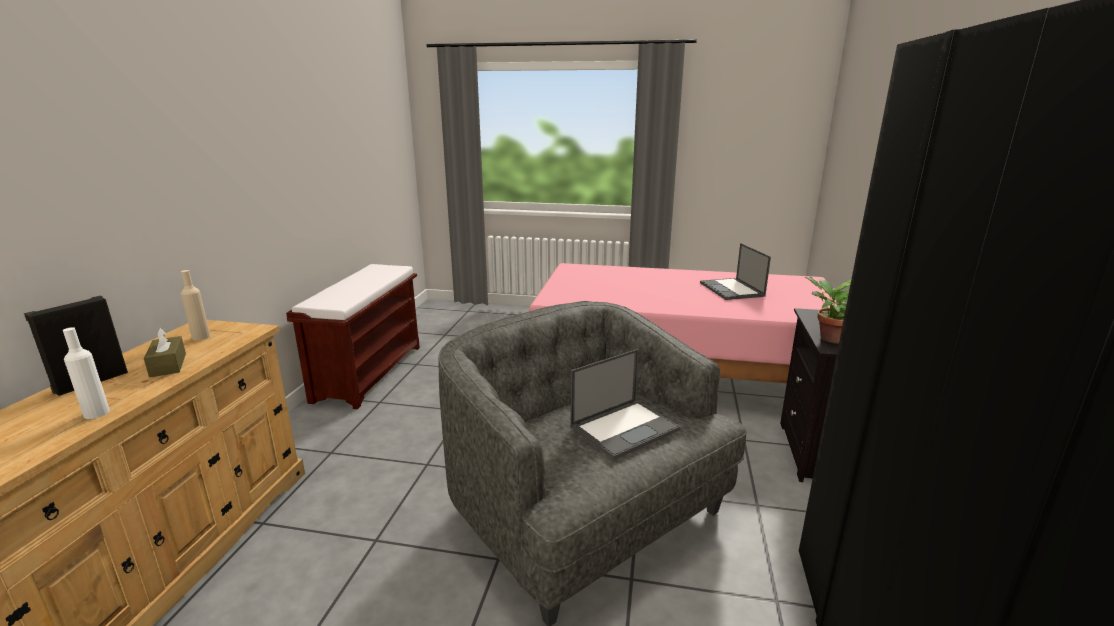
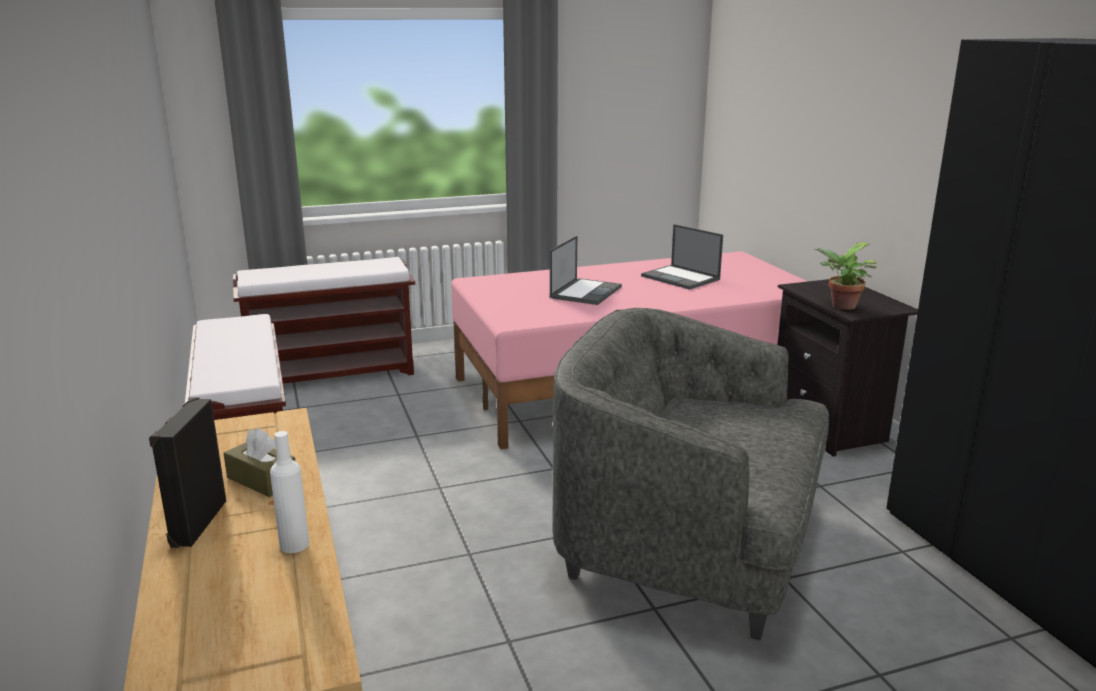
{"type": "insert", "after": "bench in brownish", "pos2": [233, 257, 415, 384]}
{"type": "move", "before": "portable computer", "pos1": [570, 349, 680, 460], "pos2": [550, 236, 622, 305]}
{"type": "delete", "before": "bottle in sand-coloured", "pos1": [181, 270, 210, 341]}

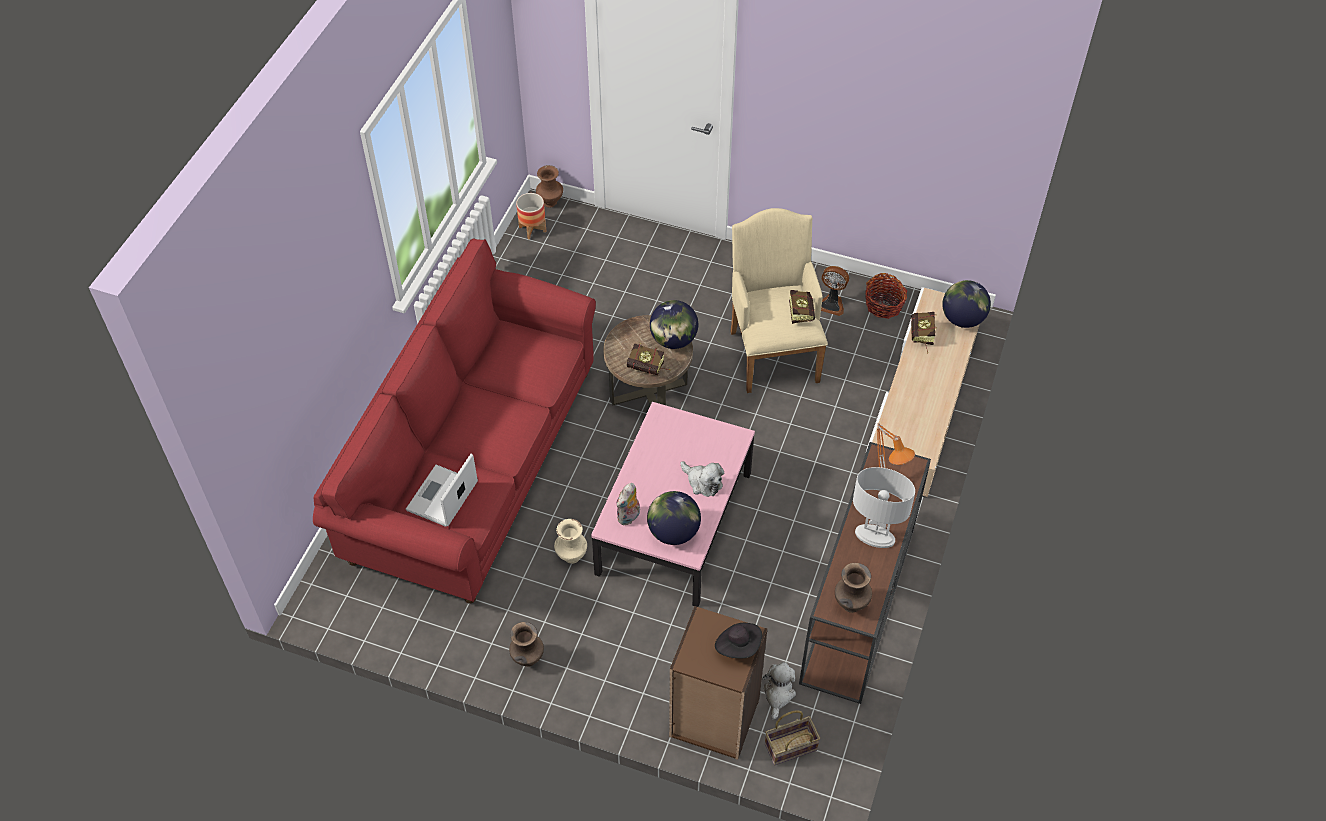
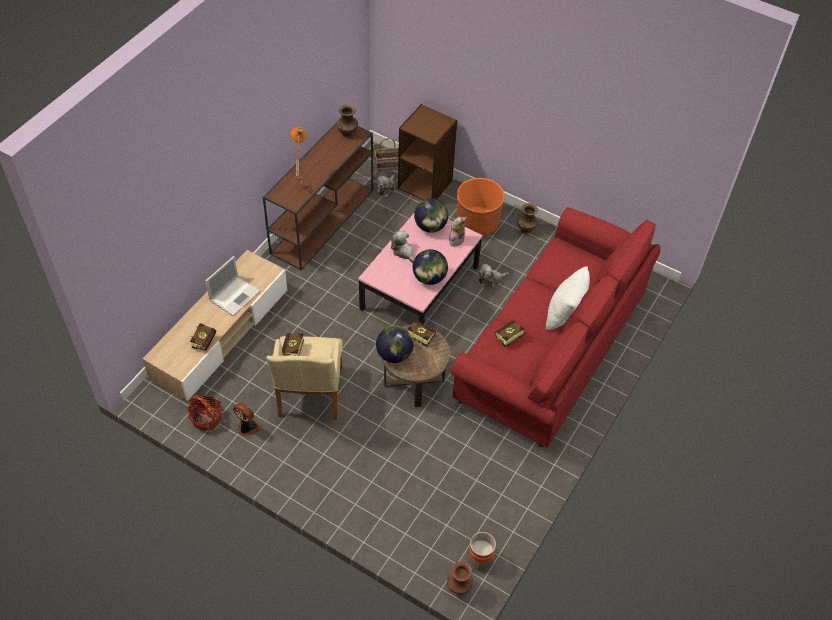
{"type": "move", "before": "portable computer", "pos1": [406, 454, 478, 527], "pos2": [205, 256, 261, 316]}
{"type": "move", "before": "globe", "pos1": [942, 280, 991, 328], "pos2": [413, 249, 448, 285]}
{"type": "insert", "after": "flower pot in orange", "pos2": [457, 178, 505, 237]}
{"type": "replace", "before": "vase in sand-coloured", "after": "plush toy", "pos1": [554, 519, 587, 564], "pos2": [478, 264, 509, 288]}
{"type": "insert", "after": "bound book", "pos2": [495, 320, 524, 349]}
{"type": "insert", "after": "throw pillow in white", "pos2": [546, 266, 590, 330]}
{"type": "delete", "before": "clothing hat in blackish", "pos1": [715, 623, 762, 658]}
{"type": "delete", "before": "lamp for a table in white", "pos1": [853, 467, 915, 548]}

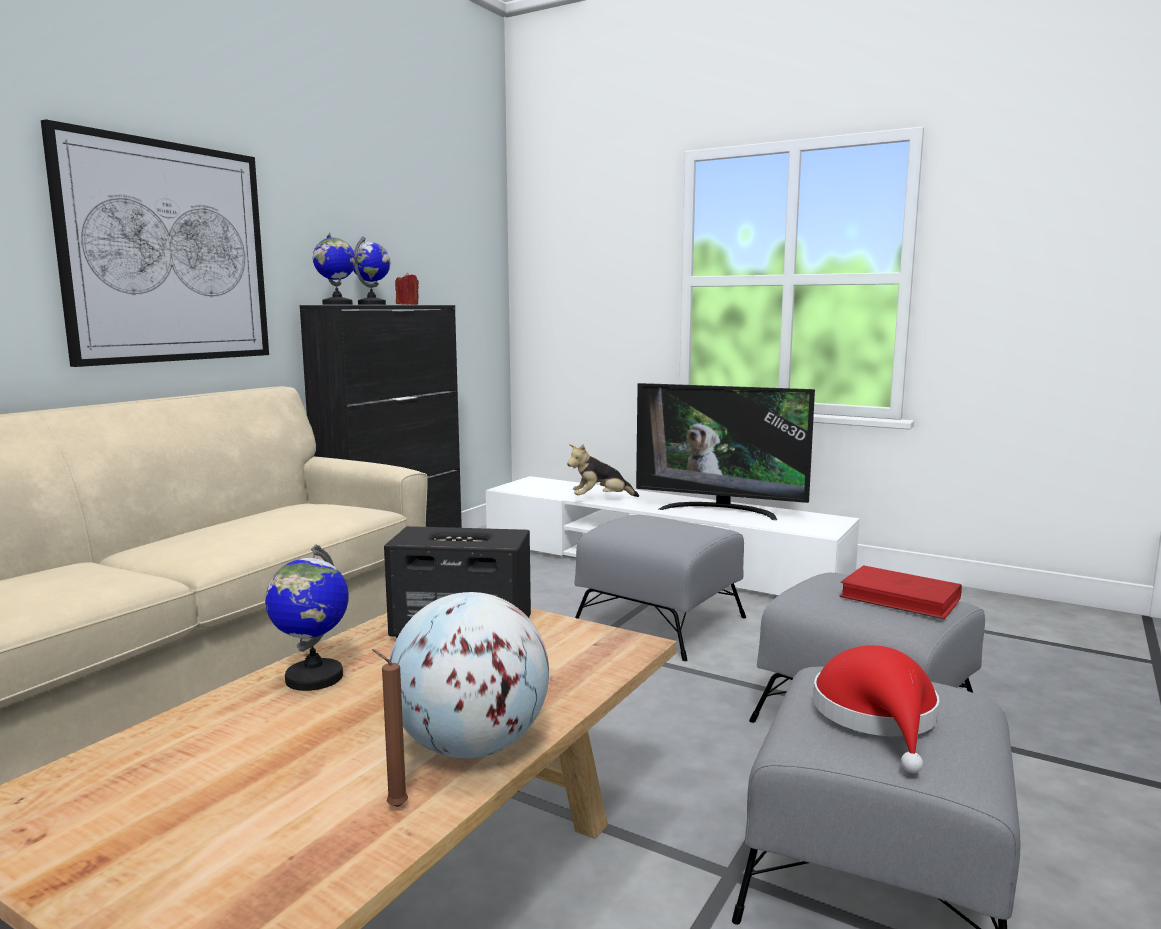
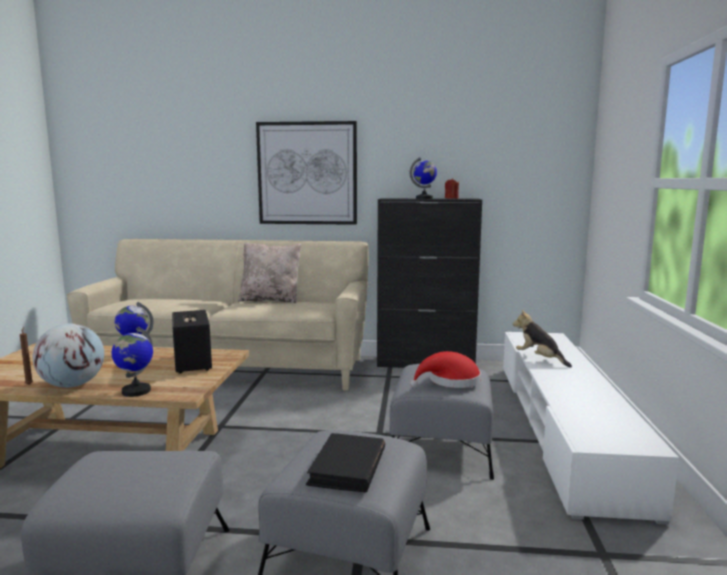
{"type": "move", "before": "globe", "pos1": [313, 233, 356, 305], "pos2": [112, 327, 153, 397]}
{"type": "insert", "after": "throw pillow in sand-coloured", "pos2": [238, 242, 301, 303]}
{"type": "recolor", "before": "bound book in reddish", "after": "bound book in blackish", "pos1": [840, 565, 962, 619], "pos2": [306, 433, 385, 492]}
{"type": "move", "before": "clothing hat in reddish", "pos1": [813, 645, 940, 773], "pos2": [410, 351, 481, 388]}
{"type": "delete", "before": "TV", "pos1": [636, 383, 815, 520]}

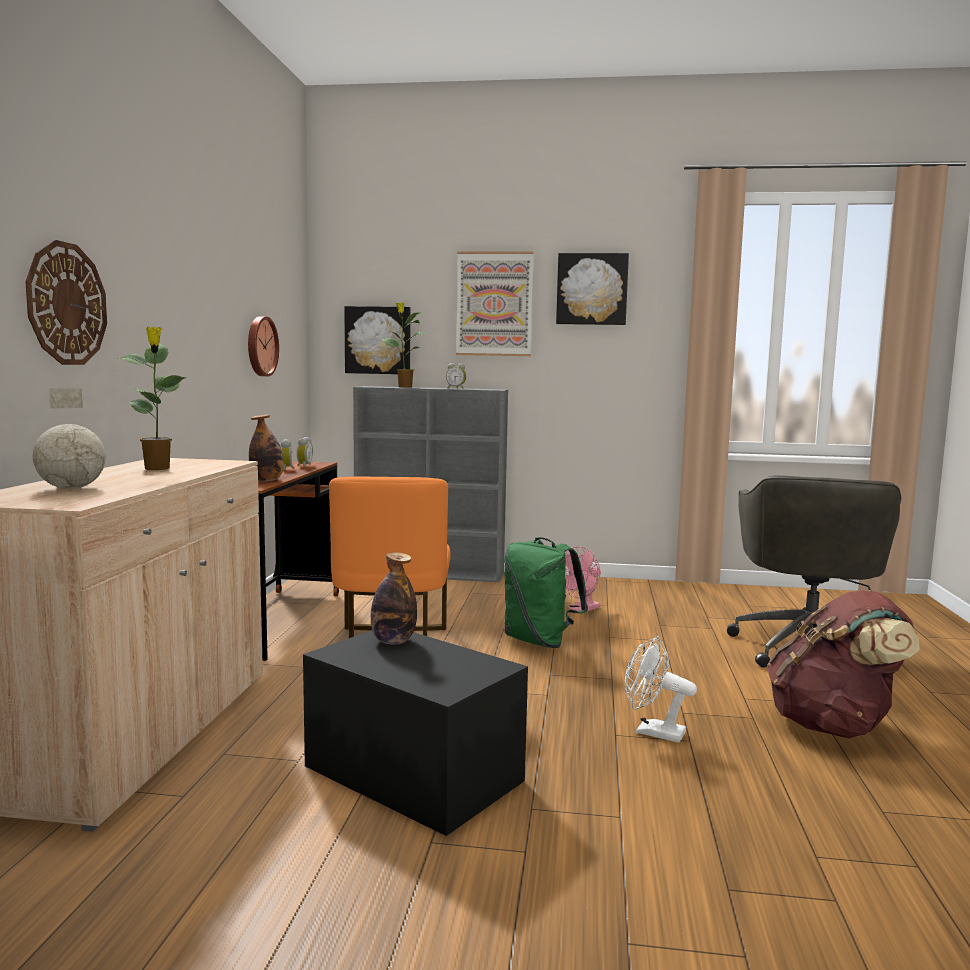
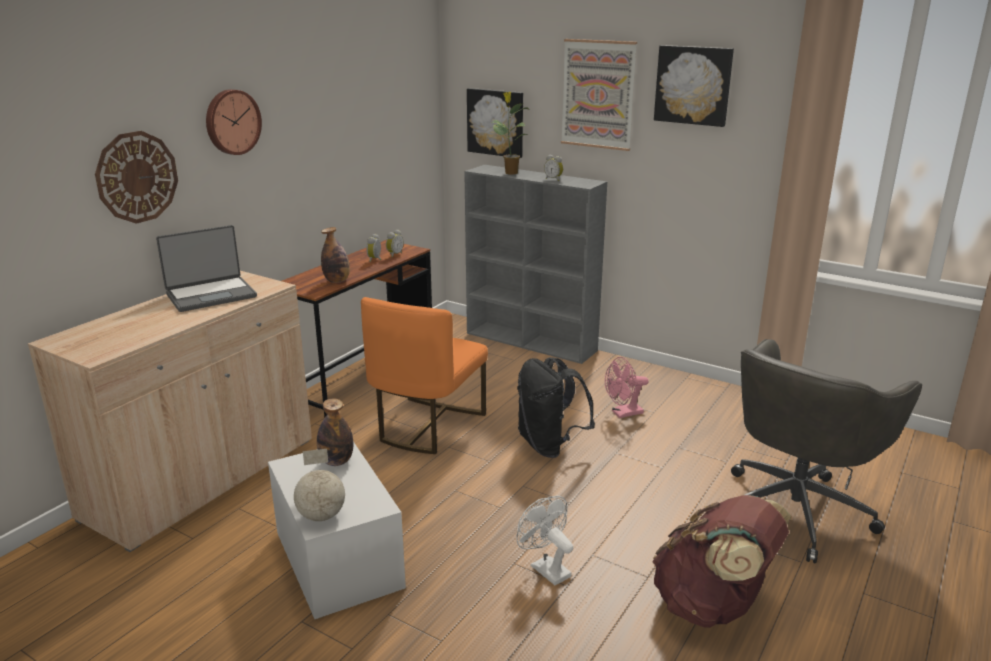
{"type": "replace", "before": "houseplant", "after": "portable computer", "pos1": [118, 327, 186, 470], "pos2": [156, 225, 257, 312]}
{"type": "move", "before": "hanging clock", "pos1": [248, 316, 279, 377], "pos2": [206, 89, 262, 155]}
{"type": "recolor", "before": "storage bin in blackish", "after": "storage bin in white", "pos1": [303, 630, 528, 836], "pos2": [268, 442, 406, 619]}
{"type": "move", "before": "globe", "pos1": [33, 388, 106, 489], "pos2": [294, 449, 345, 521]}
{"type": "recolor", "before": "rucksack in green-coloured", "after": "rucksack in blackish", "pos1": [504, 537, 588, 648], "pos2": [517, 357, 595, 458]}

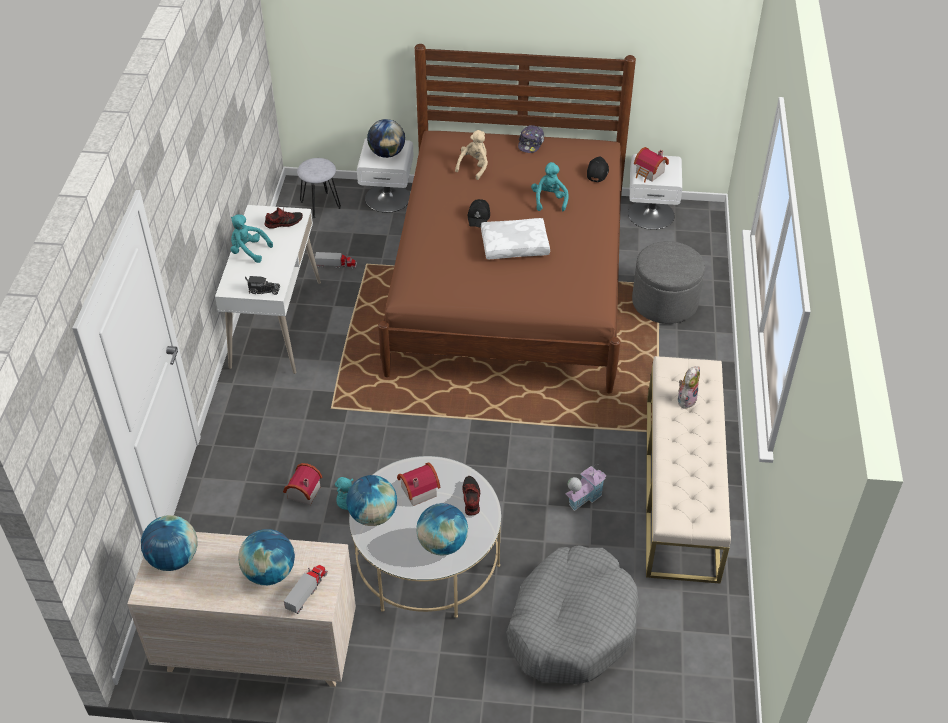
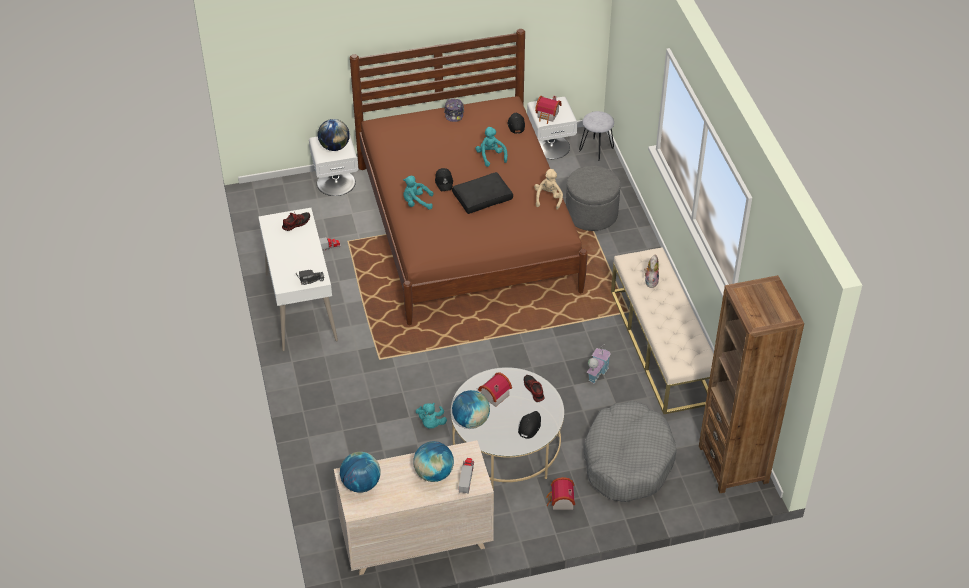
{"type": "move", "before": "plush toy in turquoise", "pos1": [231, 214, 273, 263], "pos2": [403, 176, 433, 210]}
{"type": "recolor", "before": "throw pillow in white", "after": "throw pillow in blackish", "pos1": [481, 218, 550, 259], "pos2": [452, 172, 513, 214]}
{"type": "replace", "before": "globe", "after": "baseball cap in blackish", "pos1": [416, 503, 468, 556], "pos2": [518, 411, 541, 439]}
{"type": "move", "before": "plush toy in sand-coloured", "pos1": [455, 130, 488, 180], "pos2": [534, 169, 563, 210]}
{"type": "move", "before": "toy house", "pos1": [283, 463, 322, 505], "pos2": [546, 477, 575, 510]}
{"type": "move", "before": "stool seat in grey", "pos1": [297, 158, 341, 218], "pos2": [579, 111, 614, 161]}
{"type": "insert", "after": "bookshelf in brownish", "pos2": [699, 275, 804, 493]}

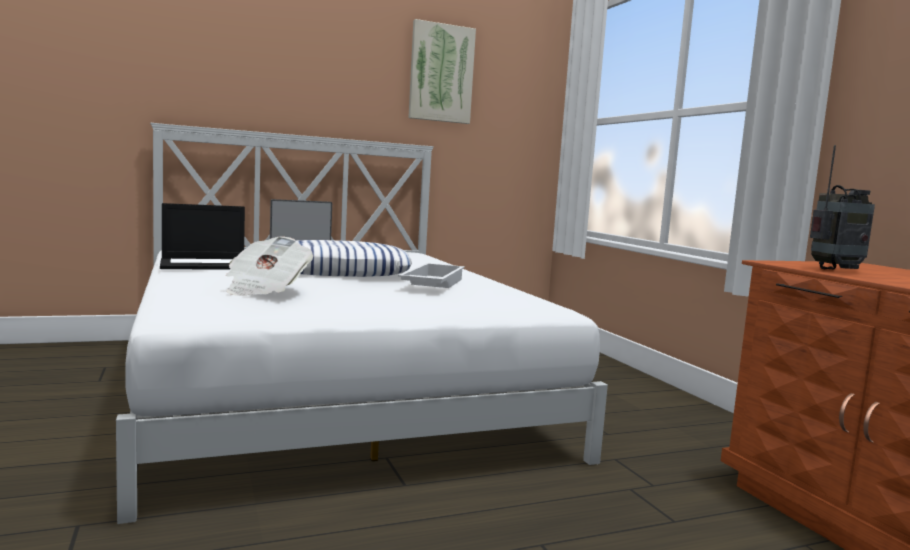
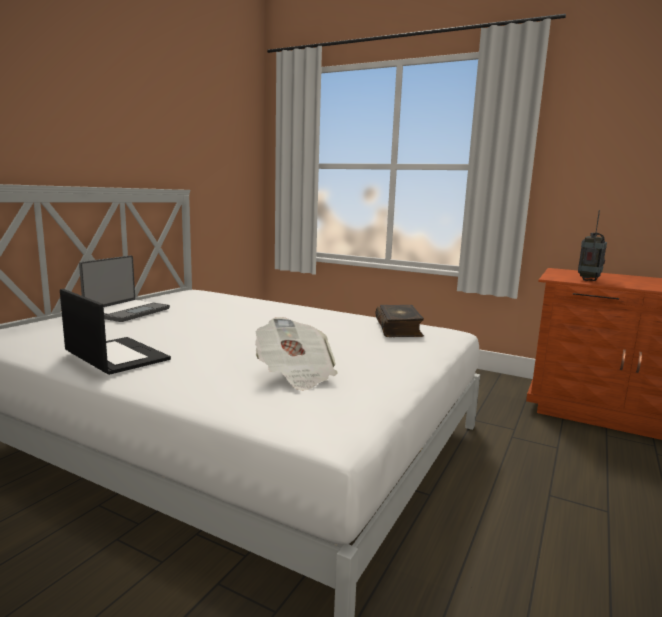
{"type": "rotate", "before": "portable computer", "pos1": [160, 203, 245, 270], "pos2": [60, 289, 171, 375], "turn": -75}
{"type": "insert", "after": "bound book", "pos2": [375, 305, 424, 337]}
{"type": "delete", "before": "throw pillow", "pos1": [296, 240, 412, 277]}
{"type": "delete", "before": "serving tray in white", "pos1": [398, 263, 465, 288]}
{"type": "delete", "before": "wall art", "pos1": [408, 19, 476, 124]}

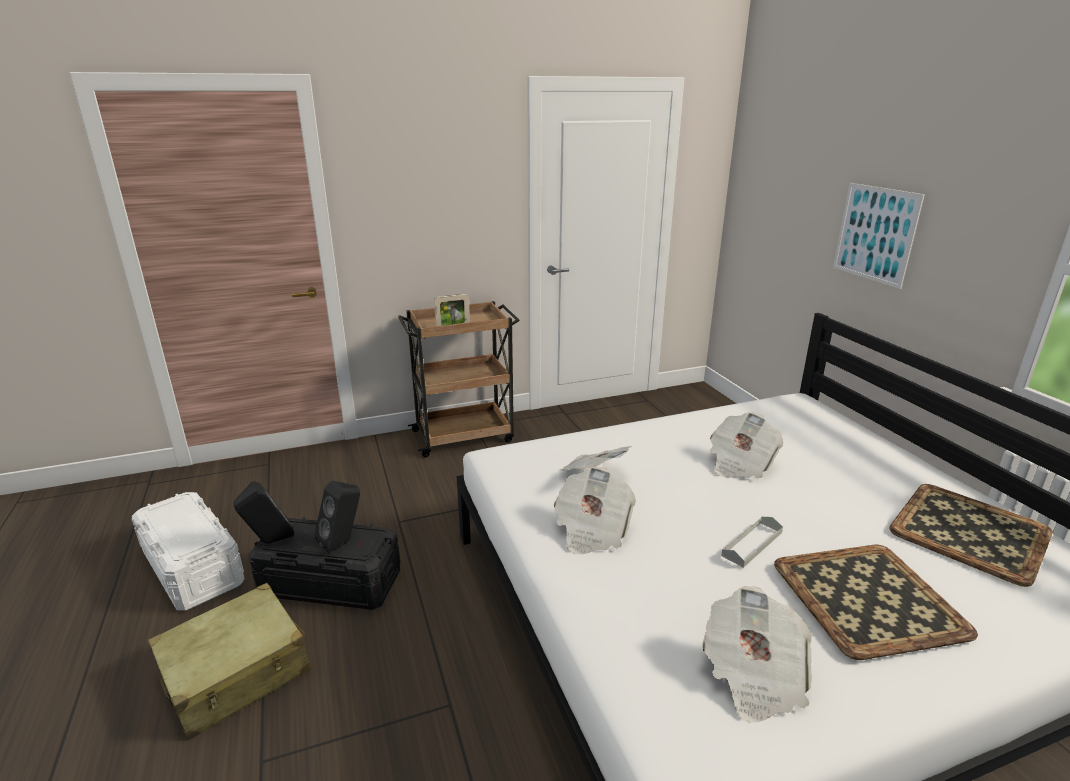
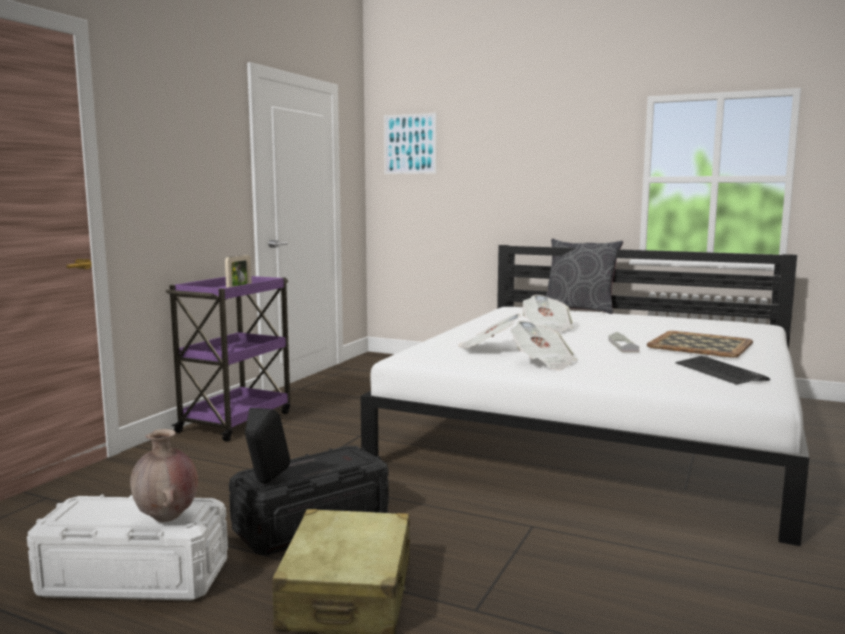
{"type": "insert", "after": "vase in brownish", "pos2": [130, 429, 198, 522]}
{"type": "recolor", "before": "cart in brownish", "after": "cart in purple", "pos1": [398, 301, 520, 457], "pos2": [166, 276, 290, 442]}
{"type": "move", "before": "wall art", "pos1": [833, 183, 925, 289], "pos2": [384, 113, 437, 174]}
{"type": "insert", "after": "throw pillow in grey", "pos2": [545, 239, 623, 314]}
{"type": "replace", "before": "daily paper", "after": "computer keyboard", "pos1": [702, 586, 812, 723], "pos2": [675, 356, 770, 385]}
{"type": "delete", "before": "loudspeaker in blackish", "pos1": [314, 481, 360, 553]}
{"type": "delete", "before": "serving tray", "pos1": [889, 484, 1053, 587]}

